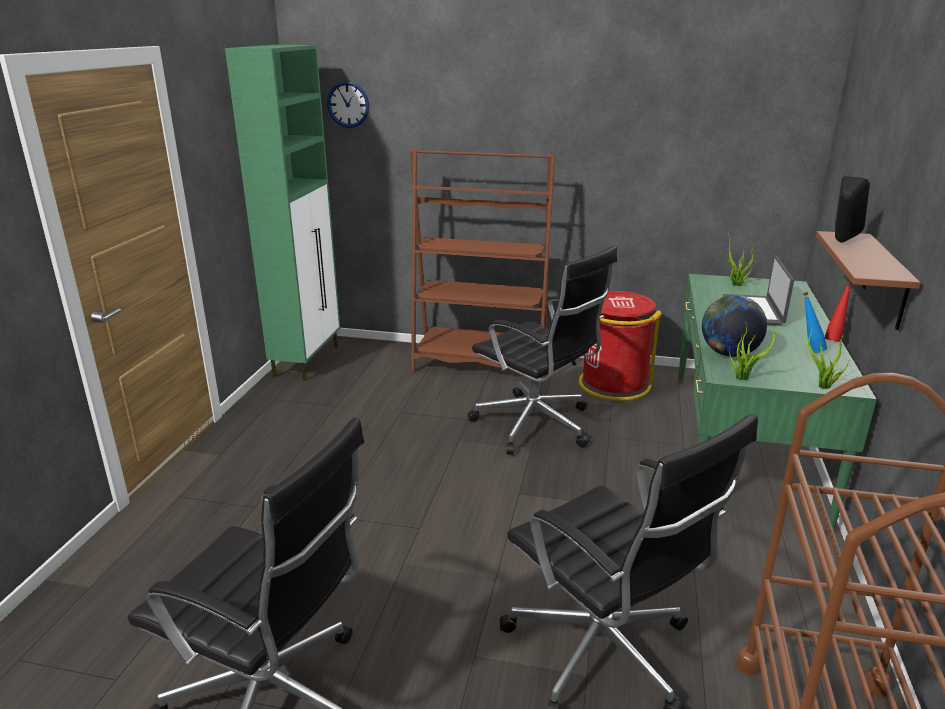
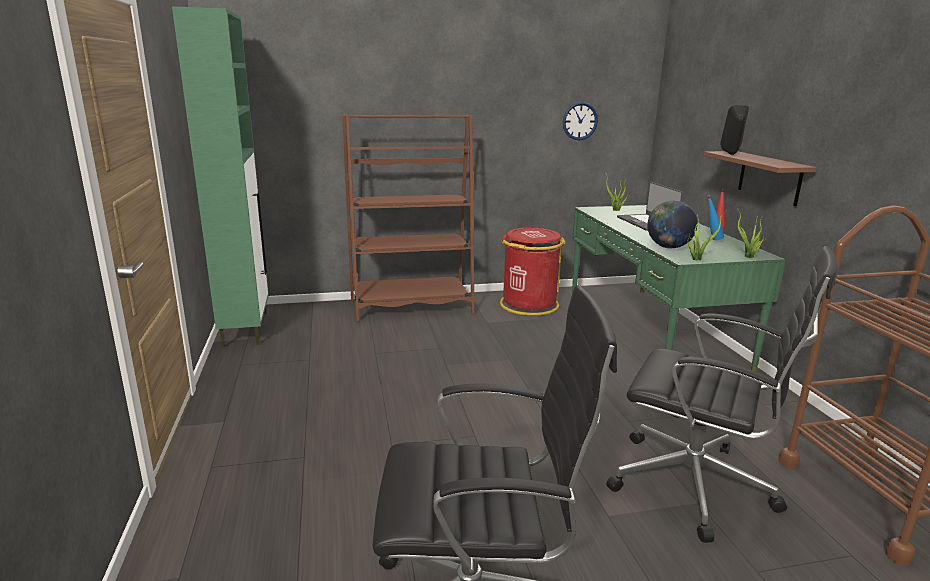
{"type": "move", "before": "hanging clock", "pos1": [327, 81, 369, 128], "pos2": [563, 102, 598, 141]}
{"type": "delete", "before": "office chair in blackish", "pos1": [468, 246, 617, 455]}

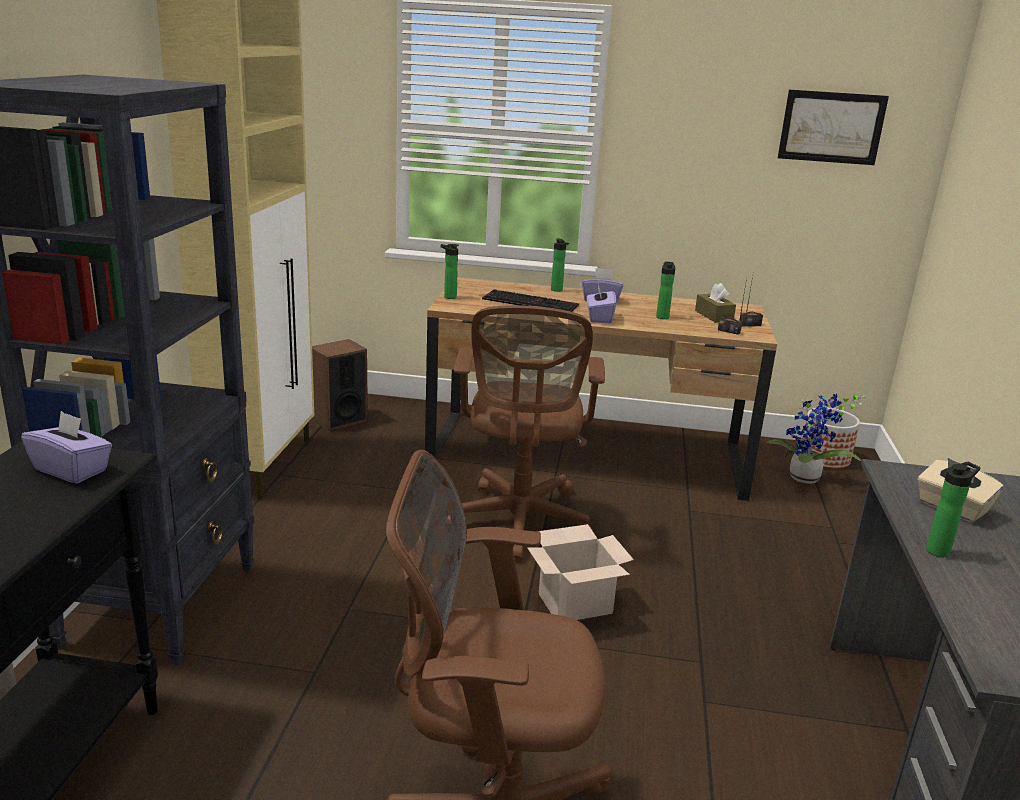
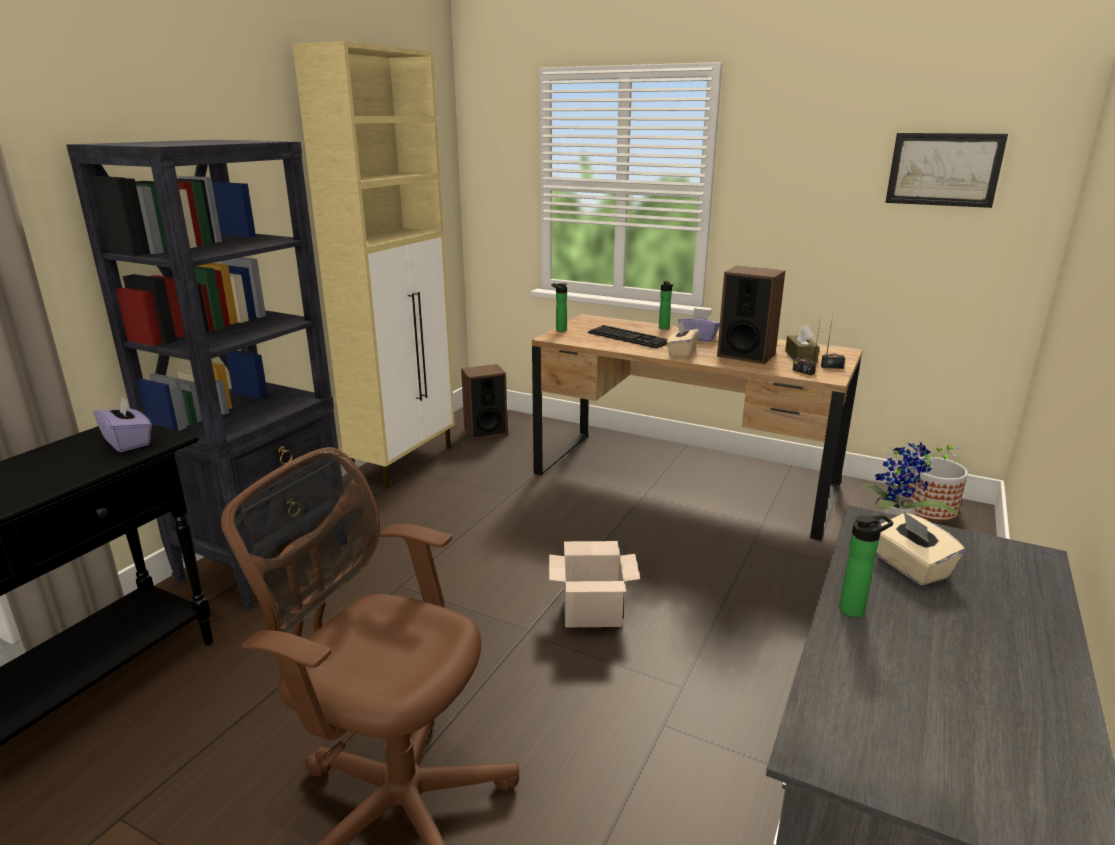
{"type": "recolor", "before": "tissue holder in purple", "after": "tissue holder in sand-coloured", "pos1": [587, 283, 616, 323], "pos2": [667, 321, 699, 359]}
{"type": "replace", "before": "bottle", "after": "loudspeaker", "pos1": [656, 262, 676, 319], "pos2": [717, 266, 785, 364]}
{"type": "delete", "before": "office chair in brownish", "pos1": [447, 305, 605, 561]}

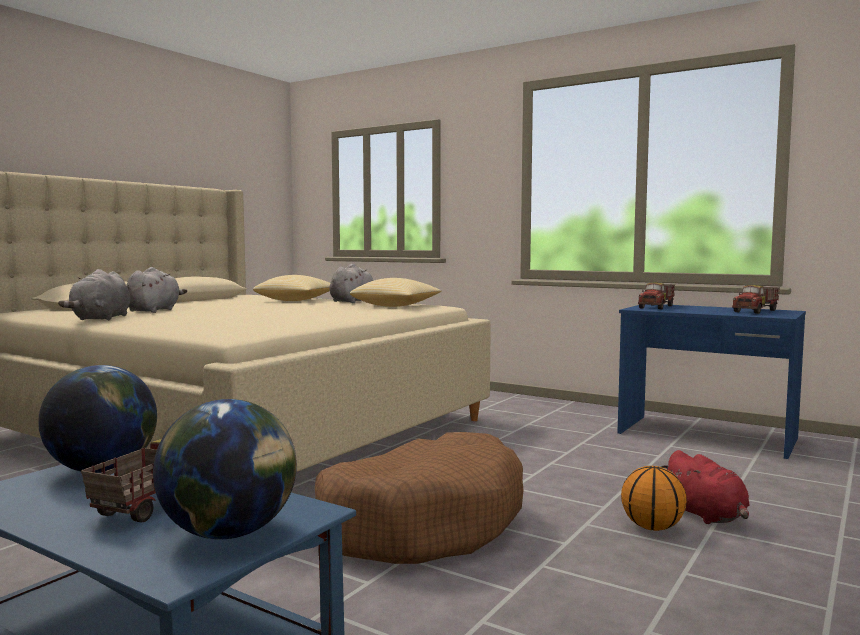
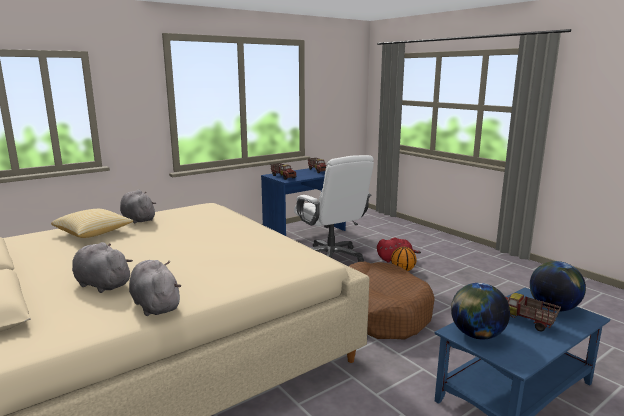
{"type": "rotate", "before": "plush toy in grey", "pos1": [58, 269, 131, 321], "pos2": [129, 260, 181, 316], "turn": -150}
{"type": "insert", "after": "office chair in white", "pos2": [294, 155, 374, 262]}
{"type": "delete", "before": "throw pillow", "pos1": [350, 278, 442, 307]}

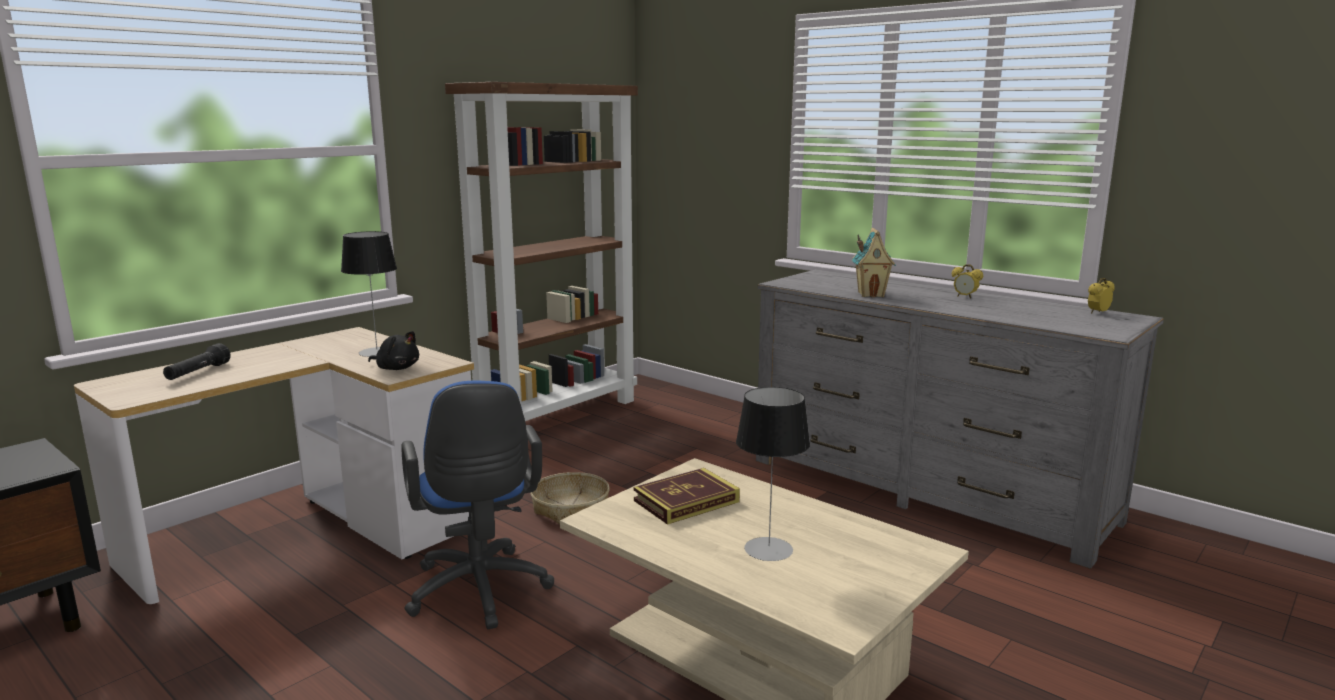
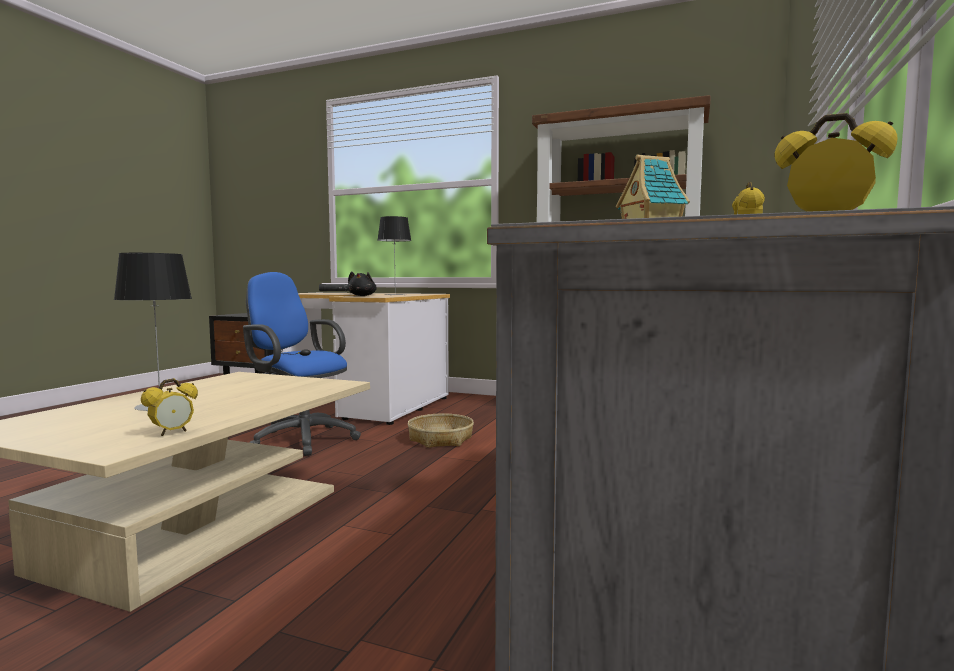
{"type": "insert", "after": "bedside clock", "pos2": [141, 378, 198, 436]}
{"type": "rotate", "before": "office chair in blue", "pos1": [401, 381, 554, 629], "pos2": [243, 272, 361, 456], "turn": 75}
{"type": "delete", "before": "bound book", "pos1": [634, 468, 740, 525]}

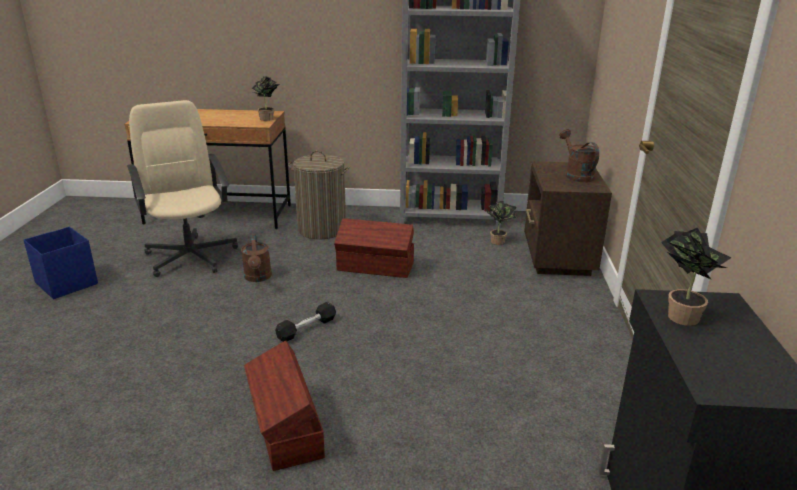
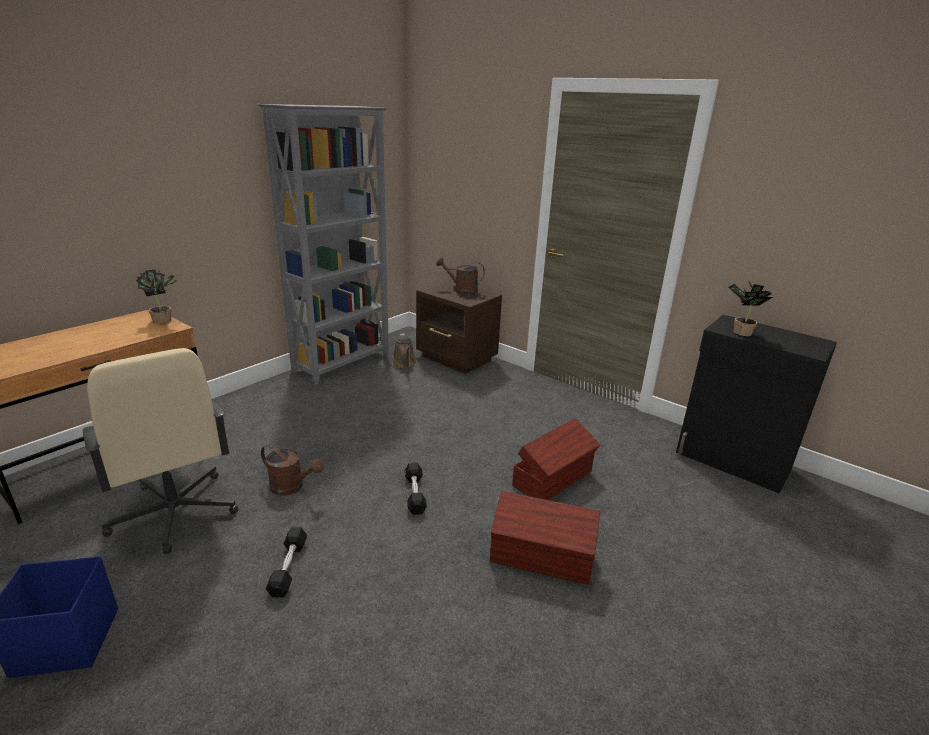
{"type": "rotate", "before": "office chair in sand-coloured", "pos1": [127, 100, 238, 277], "pos2": [83, 348, 238, 554], "turn": -135}
{"type": "insert", "after": "dumbbell in blackish", "pos2": [266, 527, 307, 597]}
{"type": "replace", "before": "houseplant", "after": "watering pot in brownish", "pos1": [485, 201, 517, 245], "pos2": [392, 333, 417, 368]}
{"type": "move", "before": "storage bin in brownish", "pos1": [334, 218, 414, 278], "pos2": [512, 418, 600, 500]}
{"type": "delete", "before": "laundry basket", "pos1": [289, 150, 350, 239]}

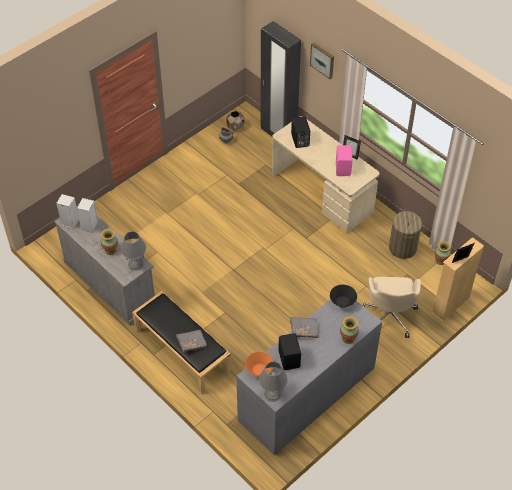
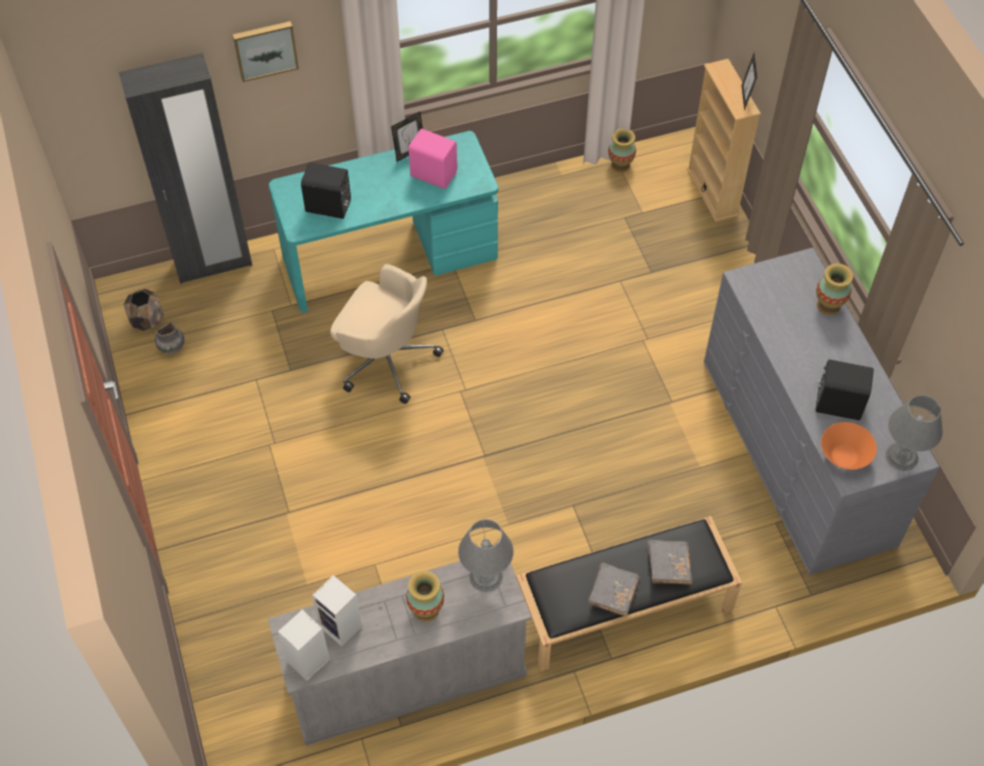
{"type": "recolor", "before": "desk in sand-coloured", "after": "desk in turquoise", "pos1": [272, 116, 379, 233], "pos2": [269, 131, 498, 313]}
{"type": "move", "before": "office chair in sand-coloured", "pos1": [363, 277, 421, 338], "pos2": [330, 264, 444, 404]}
{"type": "move", "before": "bound book in grey", "pos1": [290, 317, 319, 338], "pos2": [588, 563, 640, 617]}
{"type": "delete", "before": "deep dish in blackish", "pos1": [330, 285, 357, 307]}
{"type": "delete", "before": "laundry basket", "pos1": [389, 210, 422, 259]}

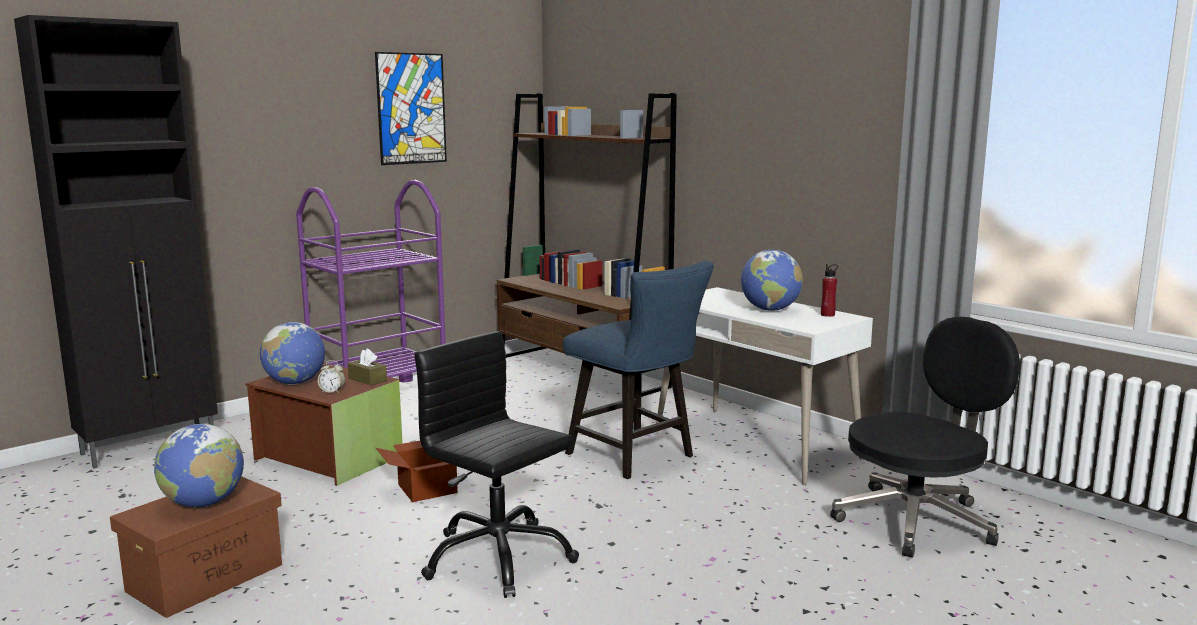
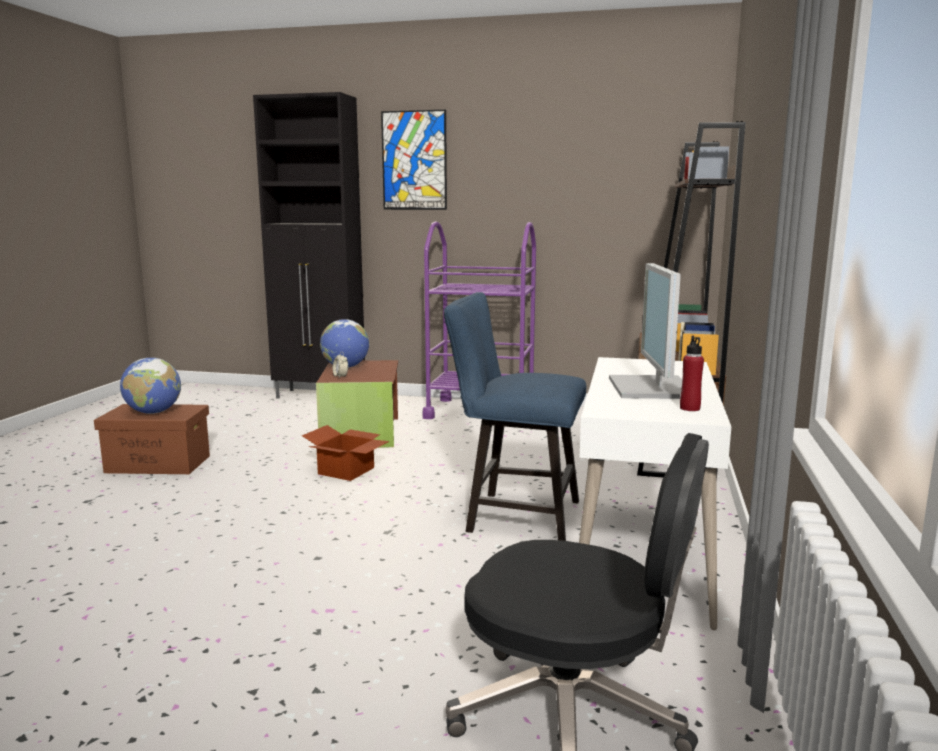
{"type": "move", "before": "wall art", "pos1": [375, 52, 447, 165], "pos2": [381, 110, 447, 210]}
{"type": "rotate", "before": "upright chair in blue", "pos1": [563, 261, 714, 479], "pos2": [444, 292, 586, 541], "turn": 90}
{"type": "replace", "before": "globe", "after": "computer display", "pos1": [741, 250, 803, 311], "pos2": [609, 263, 682, 399]}
{"type": "delete", "before": "tissue holder in brownish", "pos1": [348, 349, 387, 385]}
{"type": "delete", "before": "office chair in blackish", "pos1": [415, 331, 579, 598]}

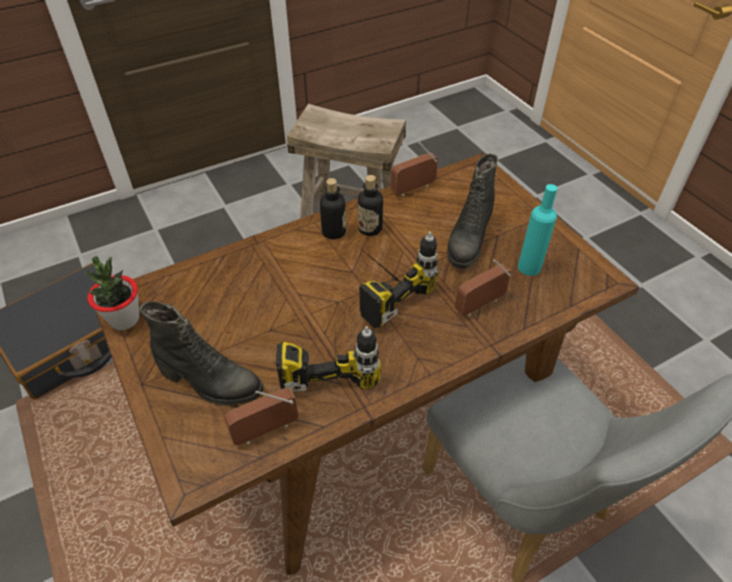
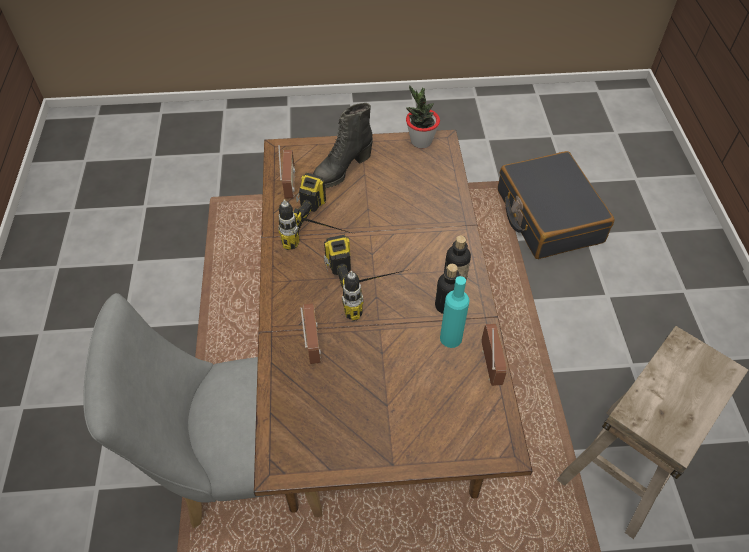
{"type": "move", "before": "bottle in turquoise", "pos1": [518, 184, 557, 276], "pos2": [440, 276, 470, 348]}
{"type": "delete", "before": "boot in blackish", "pos1": [447, 153, 498, 269]}

